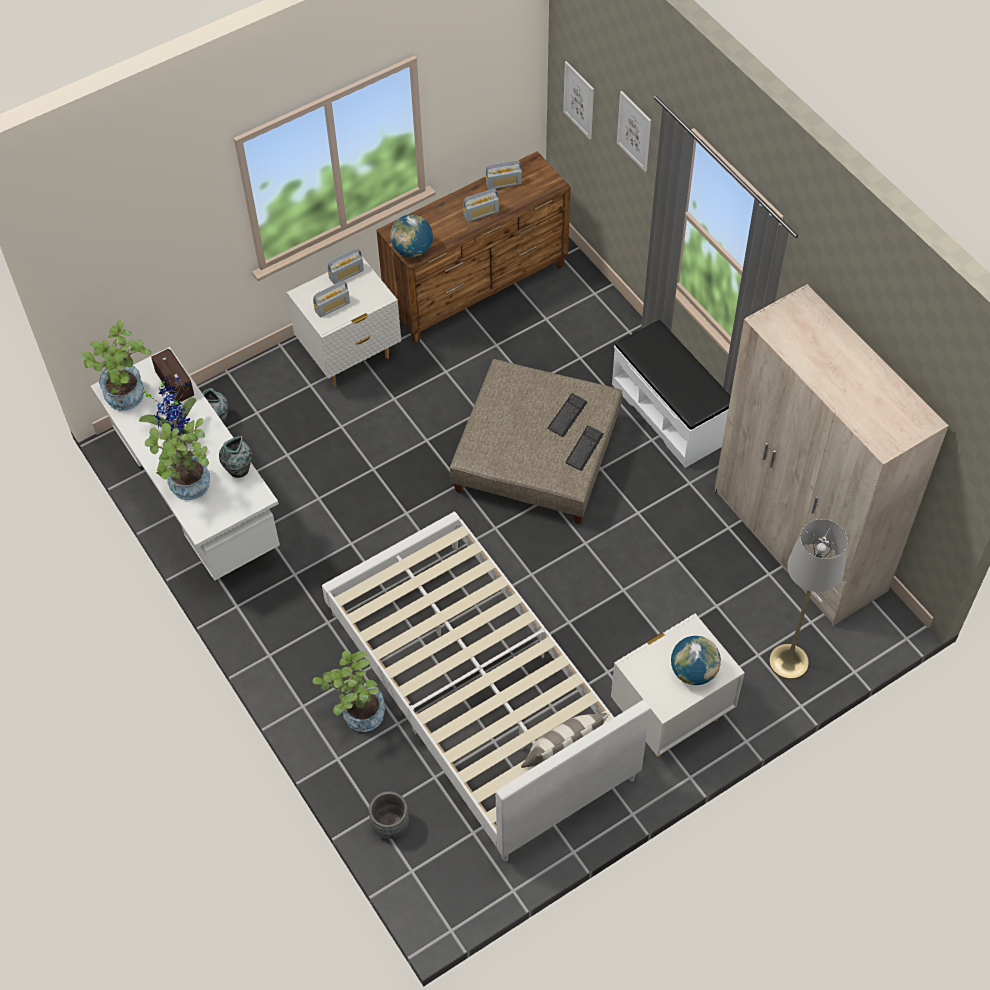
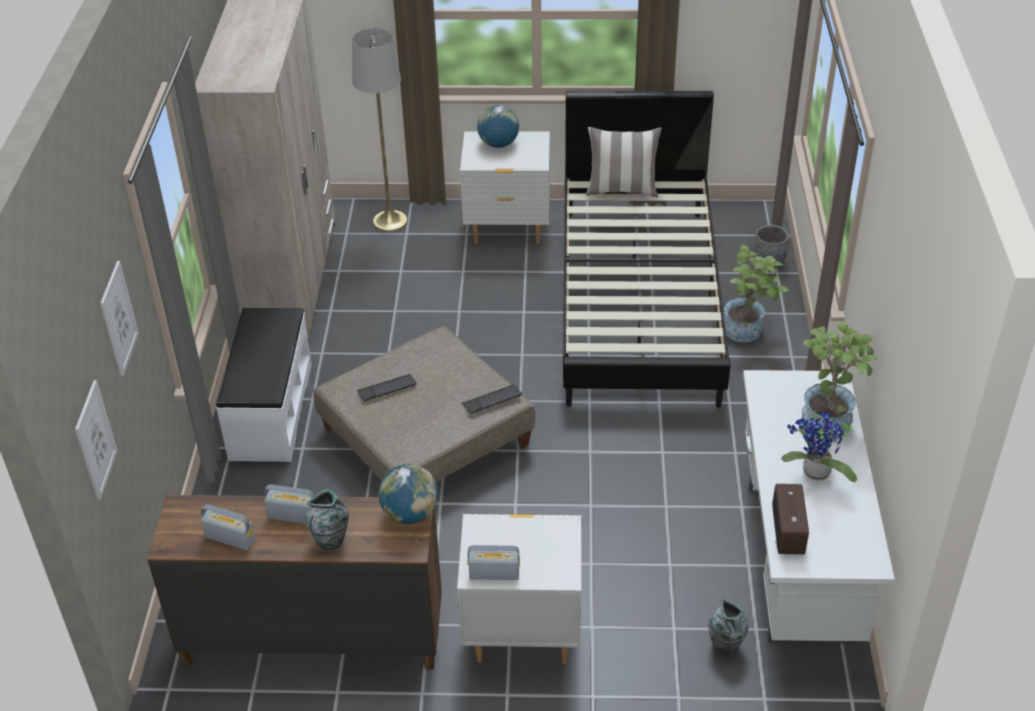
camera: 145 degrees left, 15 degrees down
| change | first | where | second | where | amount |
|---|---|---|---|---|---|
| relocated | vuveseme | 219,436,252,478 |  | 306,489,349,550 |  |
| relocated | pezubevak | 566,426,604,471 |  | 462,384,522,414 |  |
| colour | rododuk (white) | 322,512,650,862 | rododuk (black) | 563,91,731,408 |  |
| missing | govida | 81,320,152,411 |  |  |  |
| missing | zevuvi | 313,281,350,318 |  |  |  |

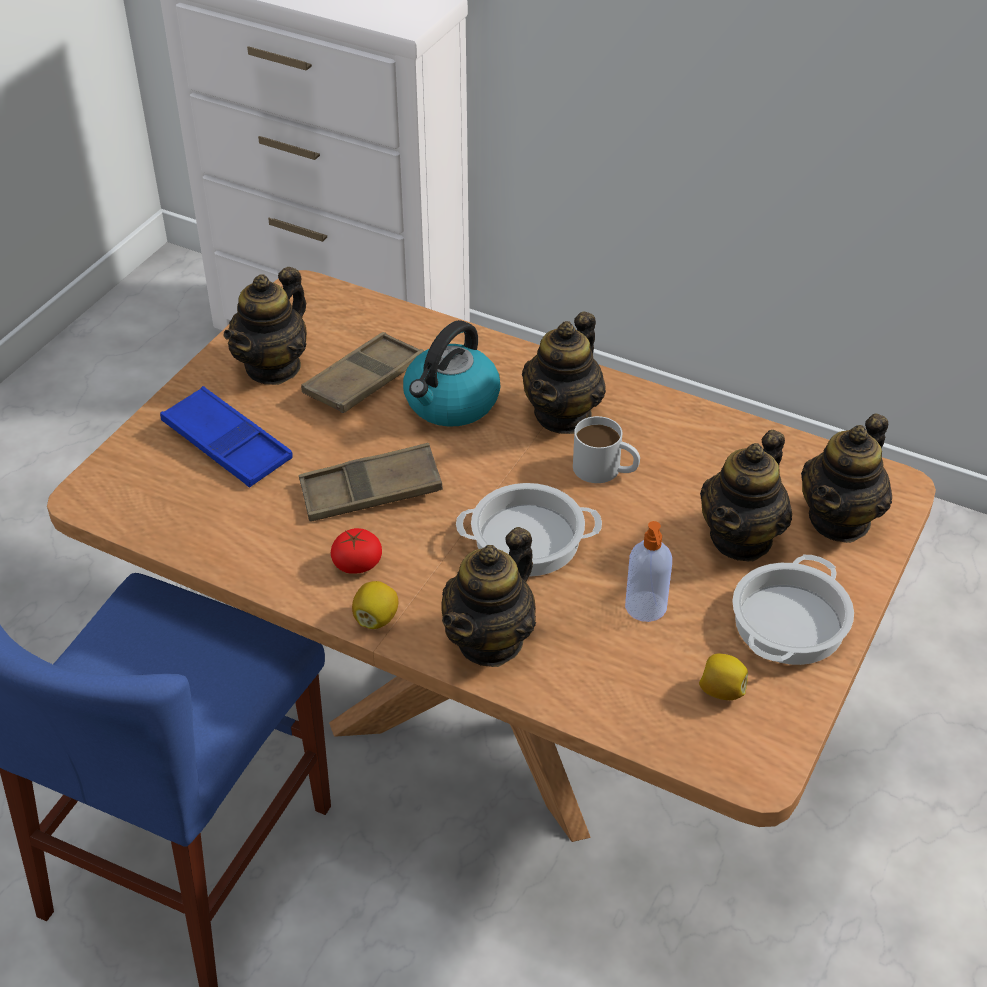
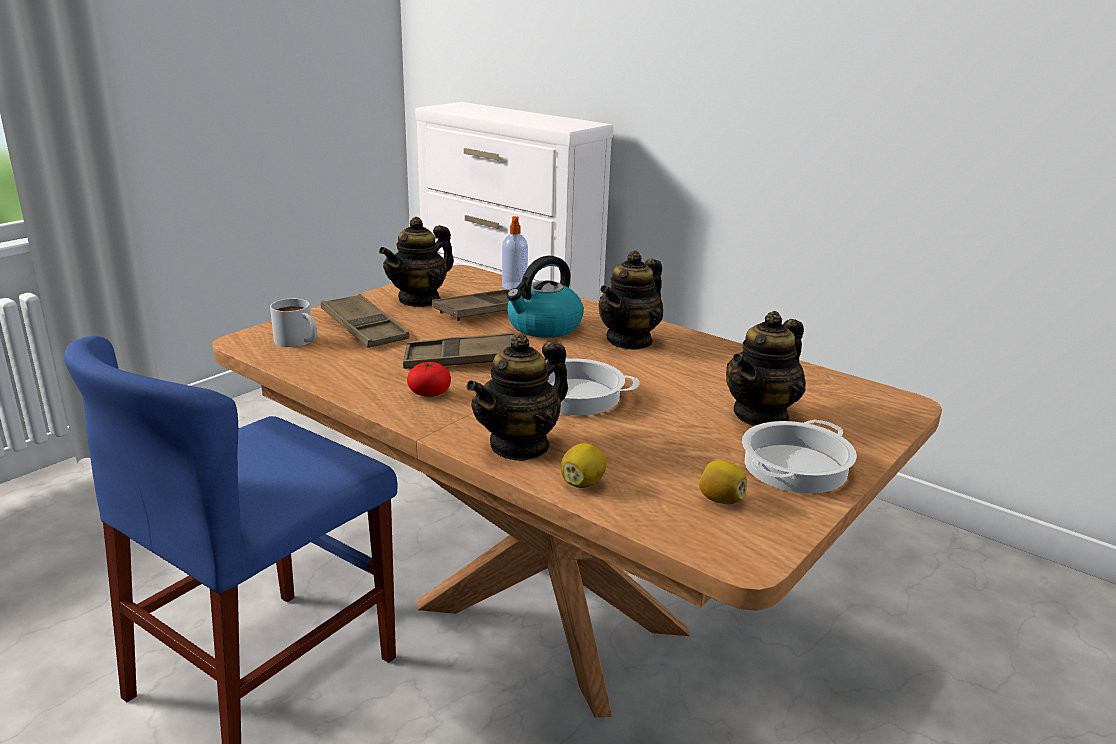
camera: 10 degrees right, 20 degrees down
| change | first | where | second | where | amount |
|---|---|---|---|---|---|
| relocated | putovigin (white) | 573,416,640,483 |  | 270,299,317,347 |  |
| colour | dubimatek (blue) | 160,386,293,488 | dubimatek (brown) | 321,294,409,348 |  |
| relocated | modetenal | 625,521,672,622 |  | 502,216,528,290 |  |
| relocated | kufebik | 352,581,398,629 |  | 561,443,606,488 |  |
| missing | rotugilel | 801,413,892,543 |  |  |  |

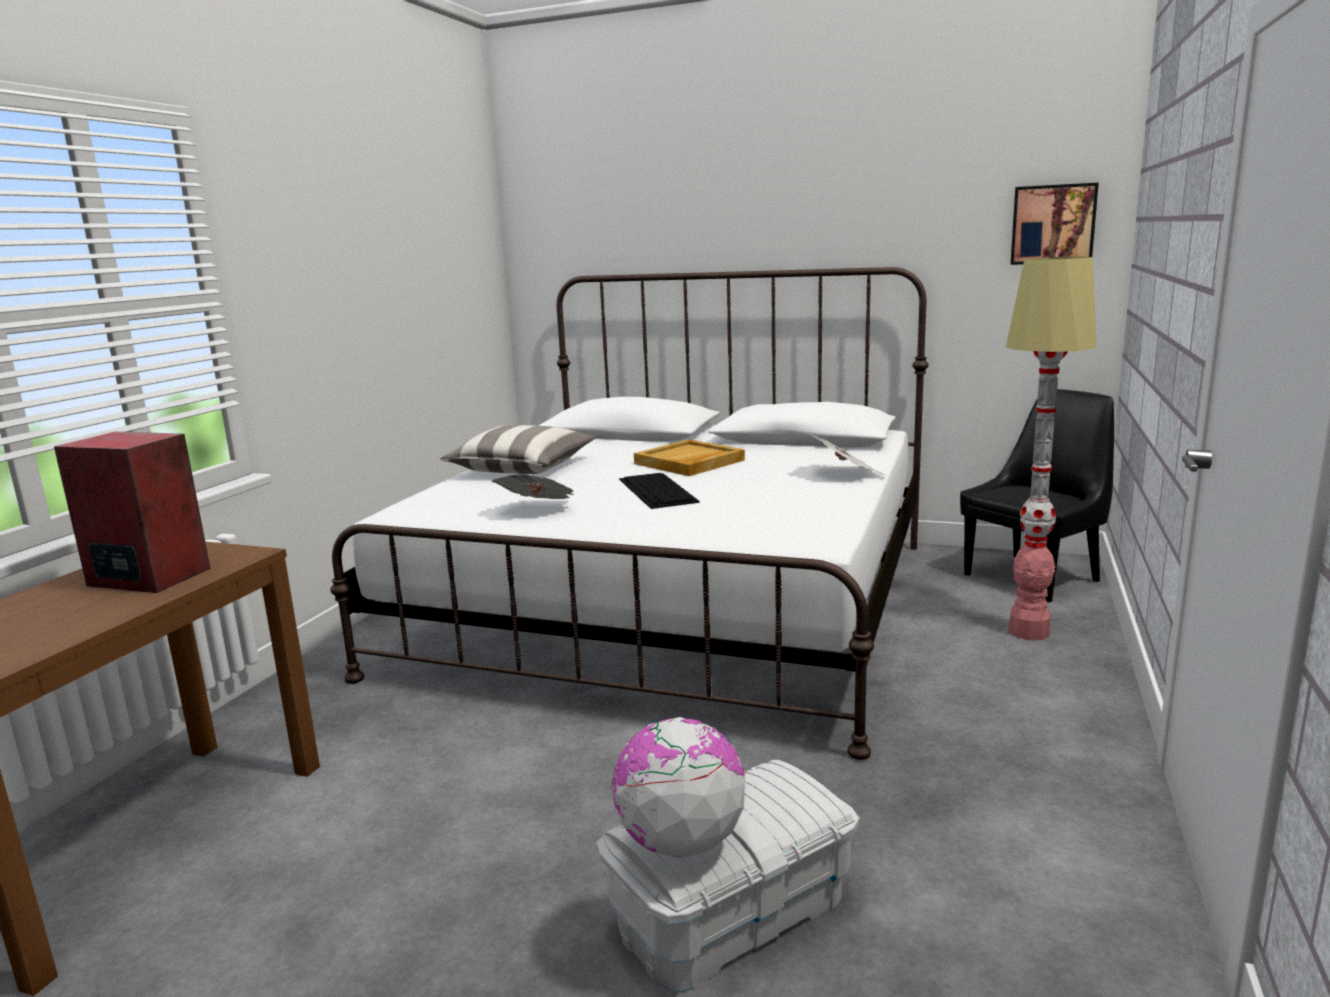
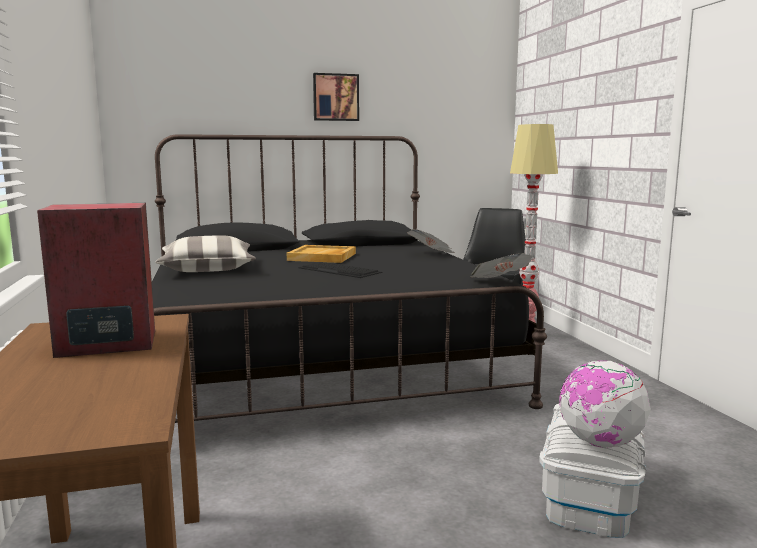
camera: 35 degrees left, 5 degrees down
| change | first | where | second | where | amount |
|---|---|---|---|---|---|
| colour | rododuk (white) | 330,267,929,760 | rododuk (black) | 152,134,547,423 |  |
| relocated | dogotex | 1011,183,1099,265 |  | 313,73,359,121 |  |
| relocated | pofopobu | 492,475,574,499 |  | 470,253,533,278 |  |

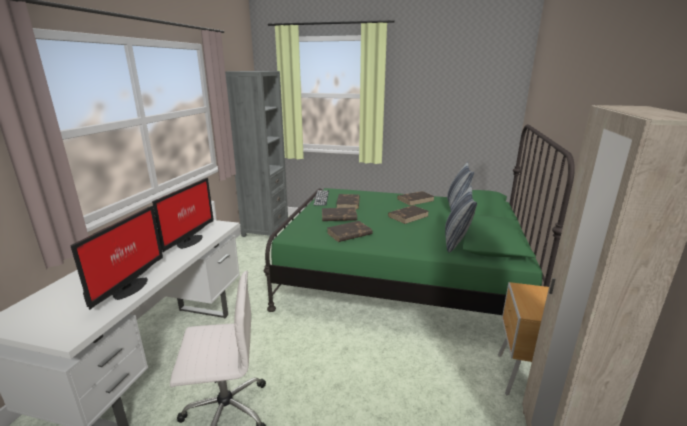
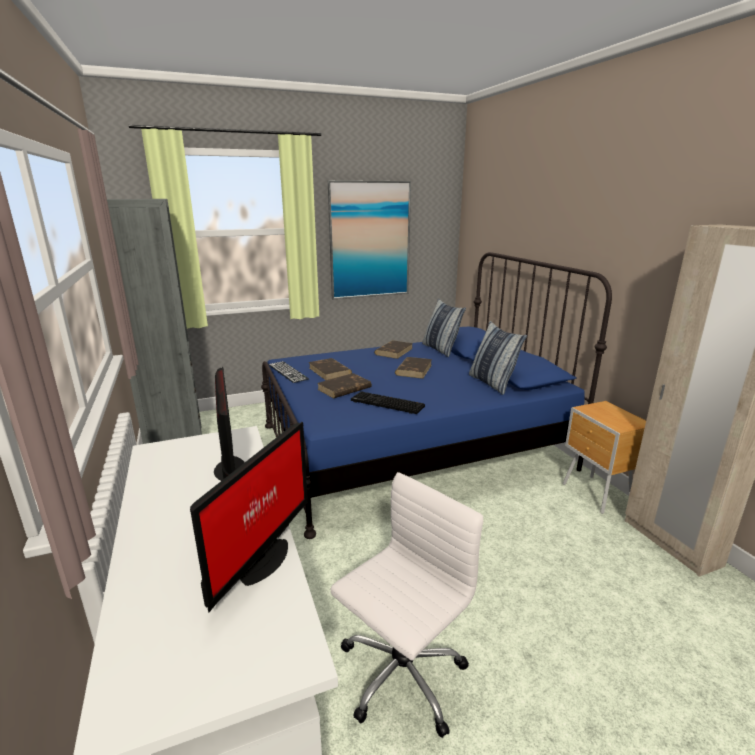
camera: 35 degrees left, 0 degrees up
| change | first | where | second | where | amount |
|---|---|---|---|---|---|
| spun | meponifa | 71,206,163,310 |  | 190,422,308,612 | 45 degrees clockwise |
| colour | rododuk (green) | 264,124,575,315 | rododuk (blue) | 261,252,612,539 |  |
| appeared |  |  | dogotex | 328,180,411,299 |  |
| exchanged | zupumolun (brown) | 327,221,373,242 | pezubevak | 351,391,425,414 |  |

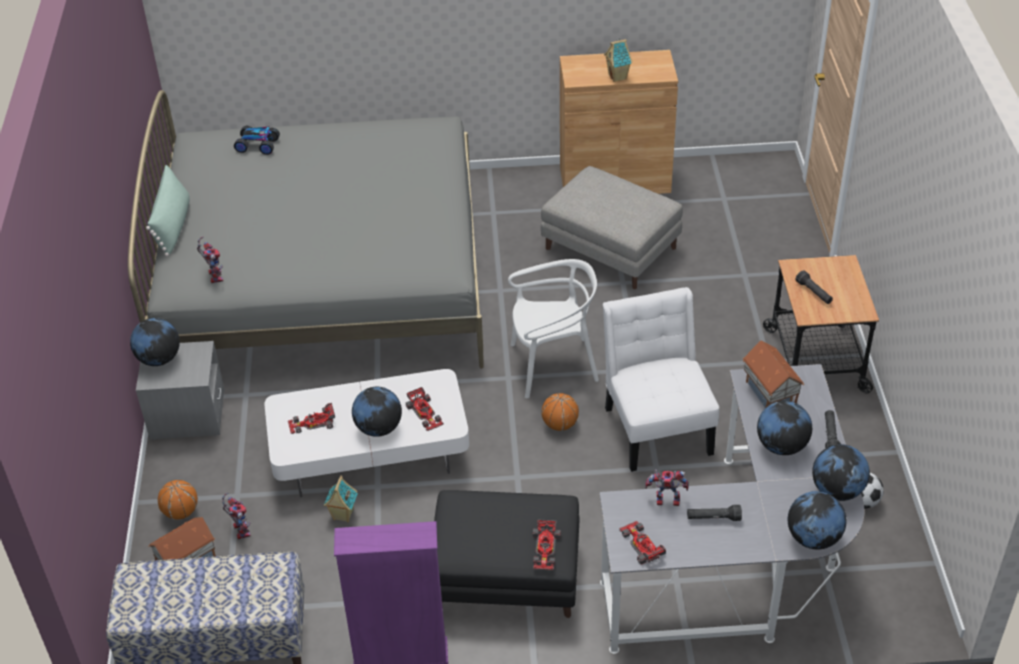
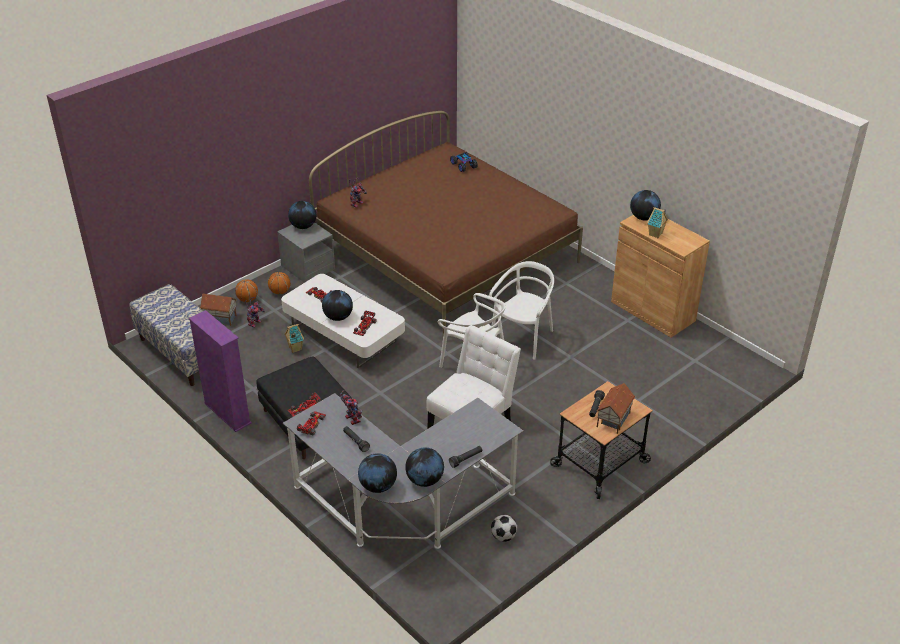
camera: 50 degrees right, 5 degrees down
| change | first | where | second | where | amount |
|---|---|---|---|---|---|
| relocated | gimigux | 542,393,579,431 |  | 268,272,291,295 |  |
| colour | rododuk (grey) | 128,90,484,369 | rododuk (brown) | 309,111,583,335 |  |
| appeared |  |  | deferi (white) | 489,261,554,360 |  |
| relocated | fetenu | 743,340,804,408 |  | 596,383,635,434 |  |
| relocated | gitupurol | 757,401,812,455 |  | 630,190,661,220 |  |
| missing | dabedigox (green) | 146,165,190,256 |  |  |  |
| missing | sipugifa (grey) | 541,166,683,289 |  |  |  |

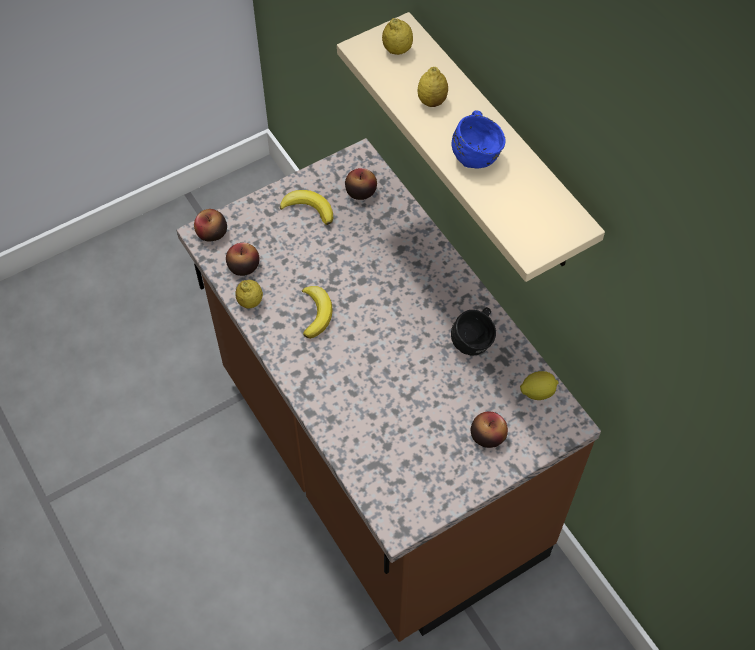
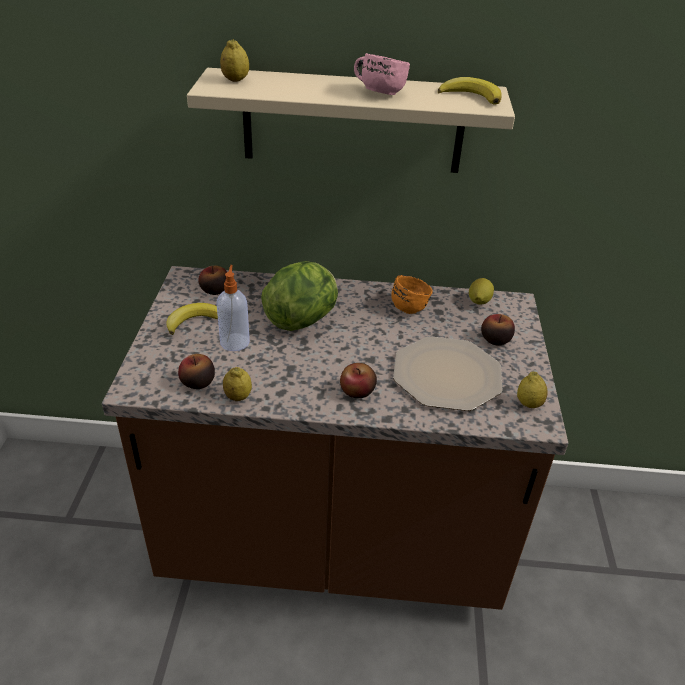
camera: 55 degrees left, 20 degrees down
| change | first | where | second | where | amount |
|---|---|---|---|---|---|
| appeared |  |  | modetenal | 216,265,250,351 |  |
| appeared |  |  | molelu | 261,261,338,331 |  |
| relocated | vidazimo | 194,209,227,242 |  | 340,363,377,398 |  |
| colour | putovigin (blue) | 452,110,506,169 | putovigin (pink) | 354,53,410,95 |  |
| colour | putovigin (black) | 451,307,496,356 | putovigin (orange) | 391,275,433,314 |  |
| appeared |  |  | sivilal | 393,336,503,411 |  |
| relocated | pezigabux | 302,286,332,339 |  | 438,77,502,105 |  |
| relocated | kufebik | 418,67,448,107 |  | 517,372,548,408 |  |

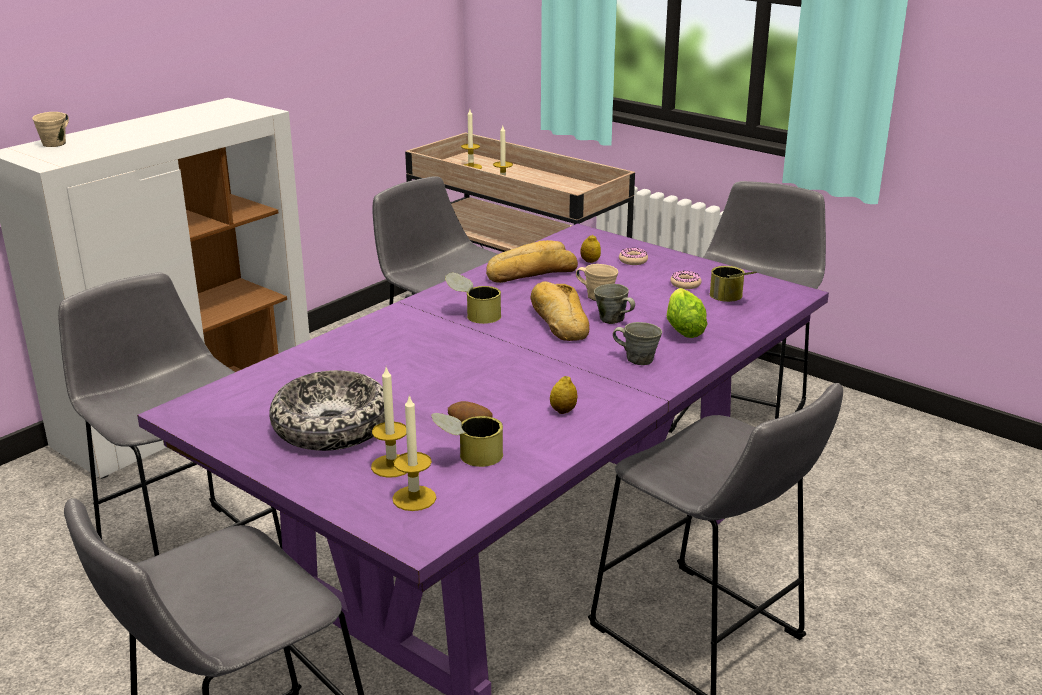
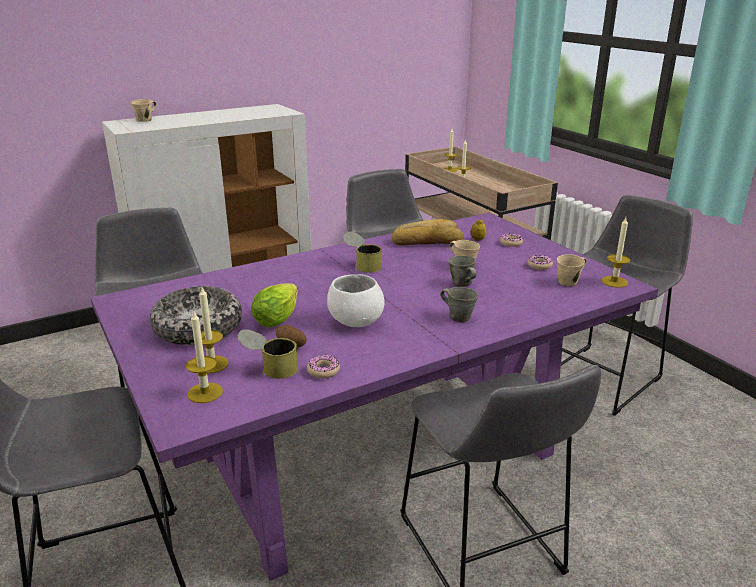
camera: 20 degrees right, 0 degrees up
| change | first | where | second | where | amount |
|---|---|---|---|---|---|
| relocated | molelu | 667,288,708,338 |  | 251,283,298,328 |  |
| appeared |  |  | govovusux | 307,355,340,379 |  |
| appeared |  |  | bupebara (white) | 327,274,385,327 |  |
| exchanged | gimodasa | 709,266,757,302 | putovigin (beige) | 557,254,587,286 |  |
| appeared |  |  | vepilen | 601,218,630,288 |  |
| missing | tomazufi | 531,281,589,341 |  |  |  |
| missing | kufebik | 550,376,578,414 |  |  |  |

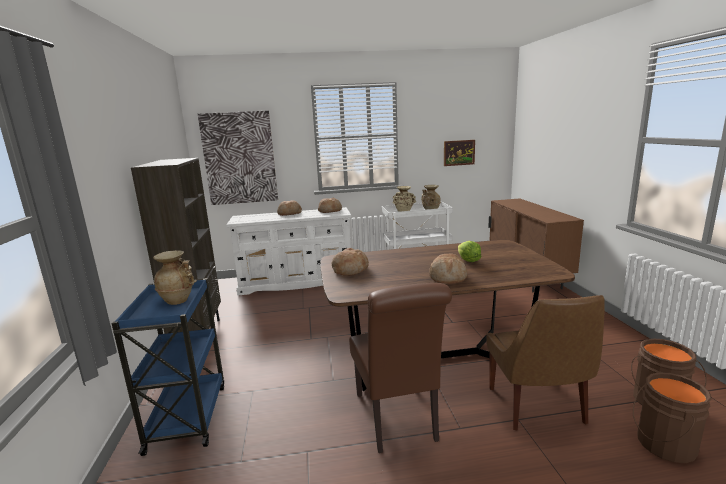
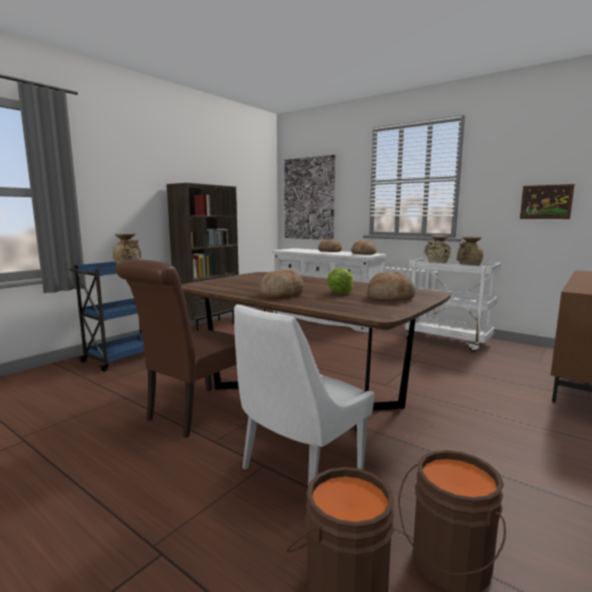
camera: 45 degrees right, 5 degrees down
| change | first | where | second | where | amount |
|---|---|---|---|---|---|
| colour | deferi (brown) | 486,295,605,430 | deferi (white) | 234,304,375,485 |  |
| relocated | tomazufi | 332,248,369,276 |  | 367,272,415,301 |  |

